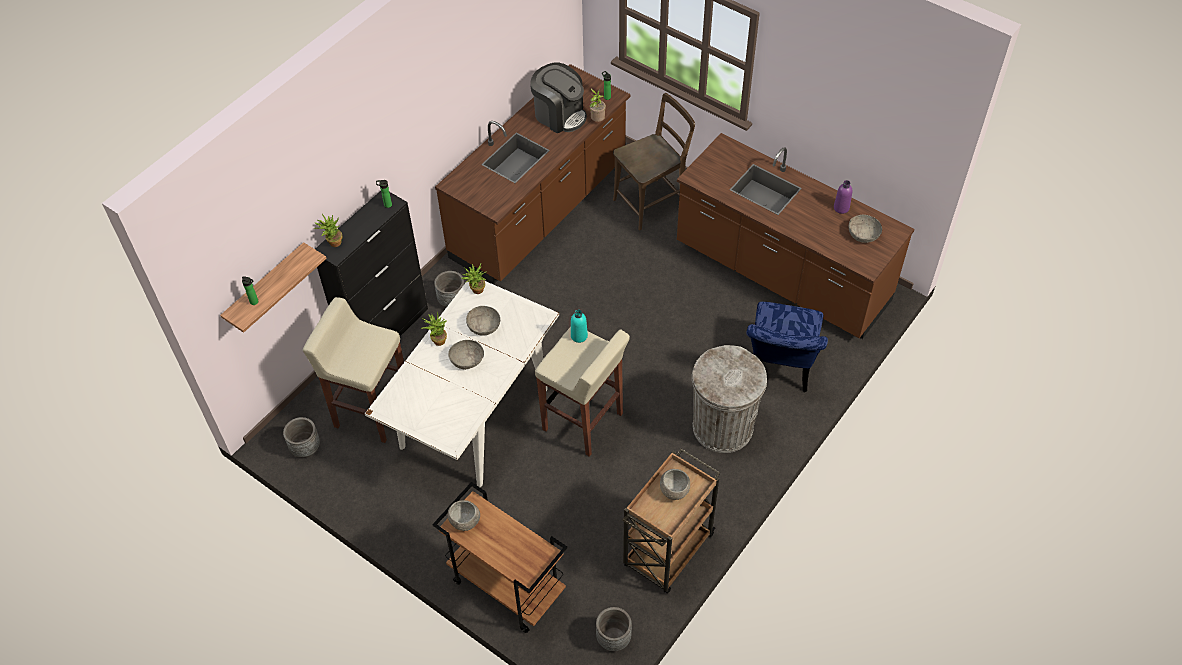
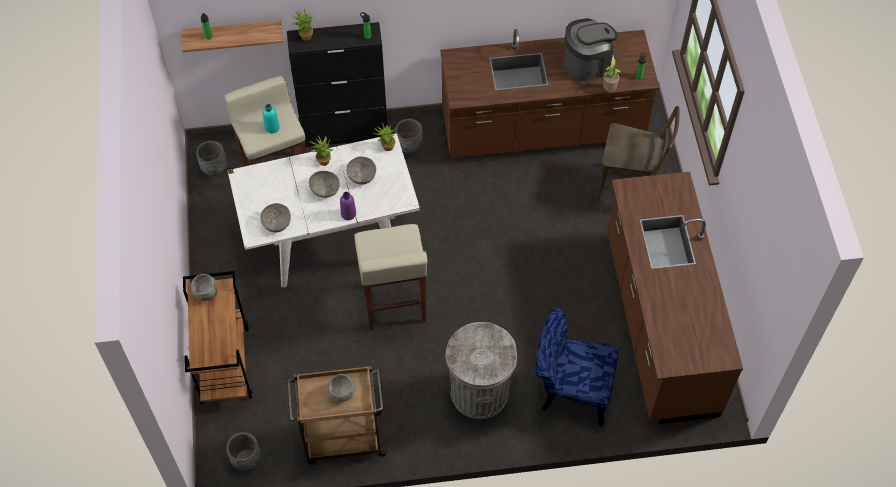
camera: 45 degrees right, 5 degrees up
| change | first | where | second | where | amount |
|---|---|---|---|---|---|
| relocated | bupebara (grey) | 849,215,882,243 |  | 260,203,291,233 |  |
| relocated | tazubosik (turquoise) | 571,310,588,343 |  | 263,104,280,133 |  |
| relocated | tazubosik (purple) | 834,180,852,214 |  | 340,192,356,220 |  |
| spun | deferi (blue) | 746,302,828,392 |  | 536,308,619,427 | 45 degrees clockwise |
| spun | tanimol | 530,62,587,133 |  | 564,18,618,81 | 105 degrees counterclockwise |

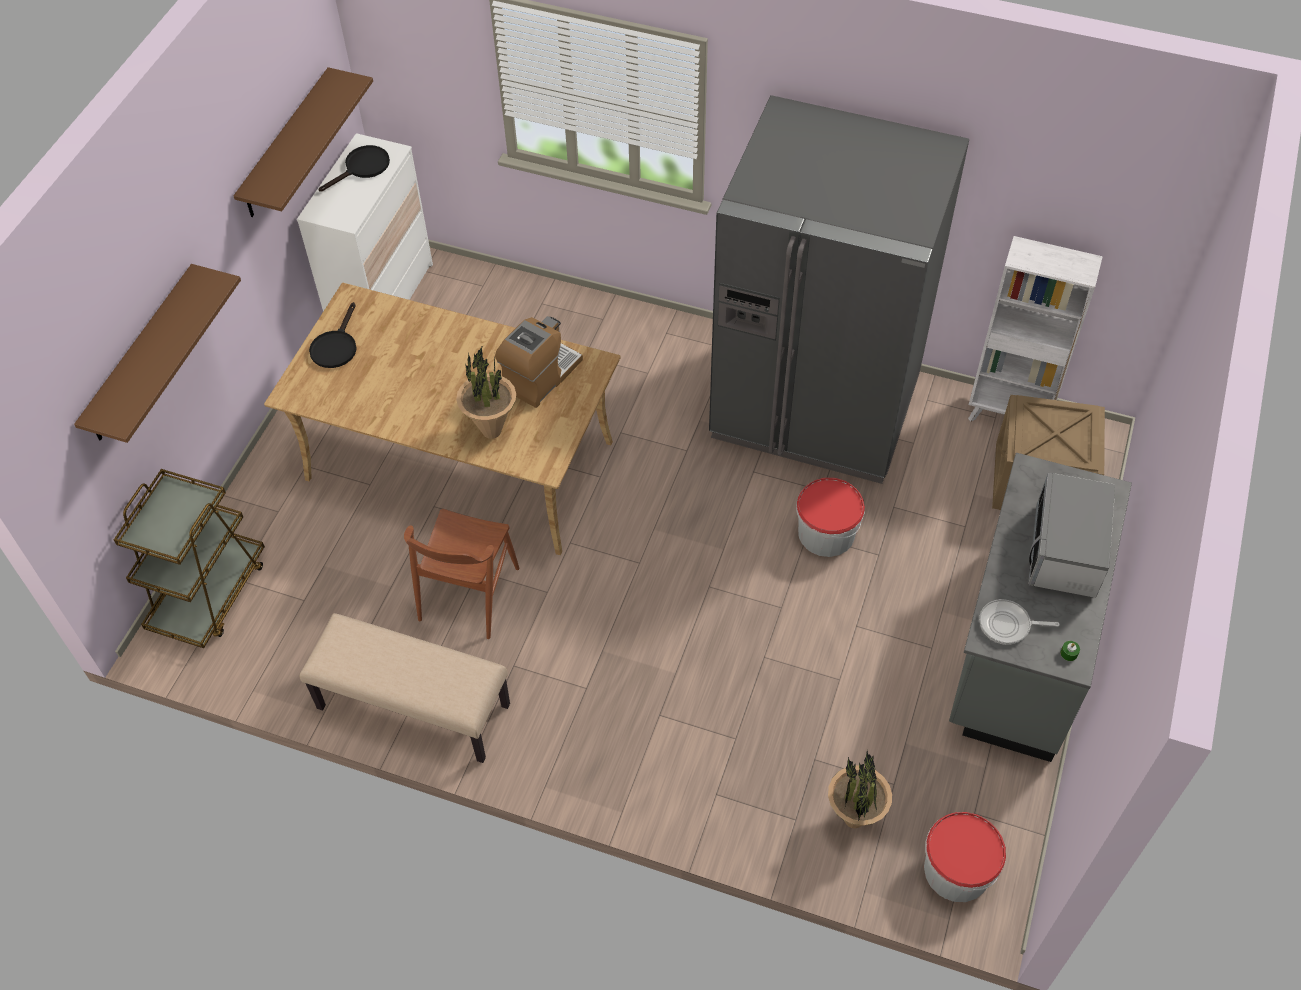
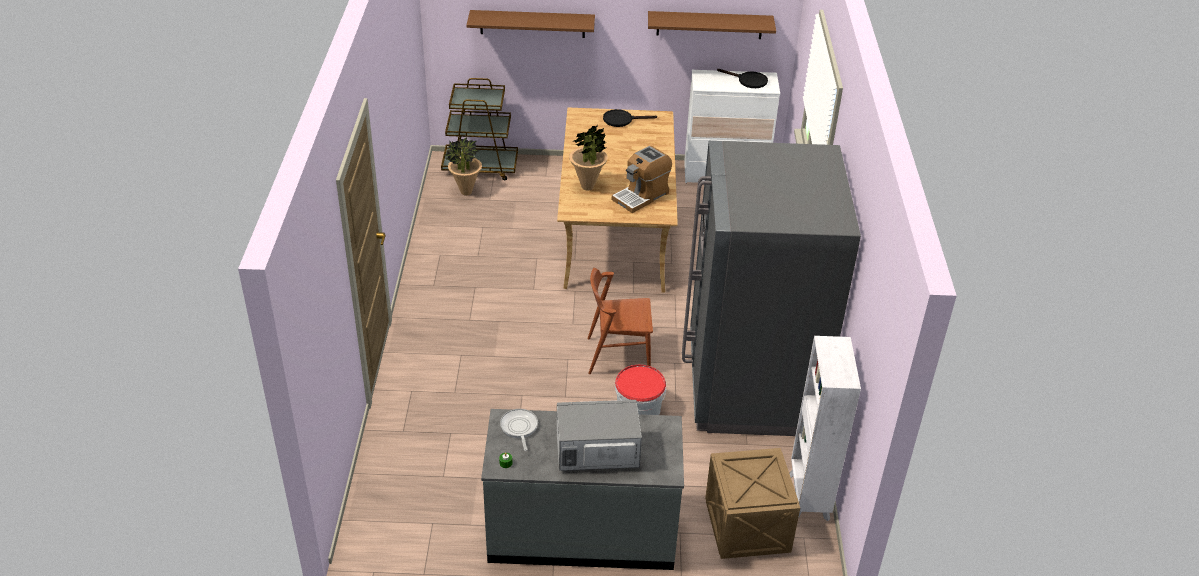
camera: 70 degrees right, 15 degrees down
| change | first | where | second | where | amount |
|---|---|---|---|---|---|
| relocated | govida | 828,751,892,828 |  | 445,137,482,196 |  |
| relocated | deferi (brown) | 404,509,519,639 |  | 588,268,653,374 |  |
| spun | tanimol | 495,316,583,408 |  | 612,146,672,213 | 120 degrees clockwise |
| missing | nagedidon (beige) | 300,613,510,763 |  |  |  |
| missing | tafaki | 924,812,1006,902 |  |  |  |

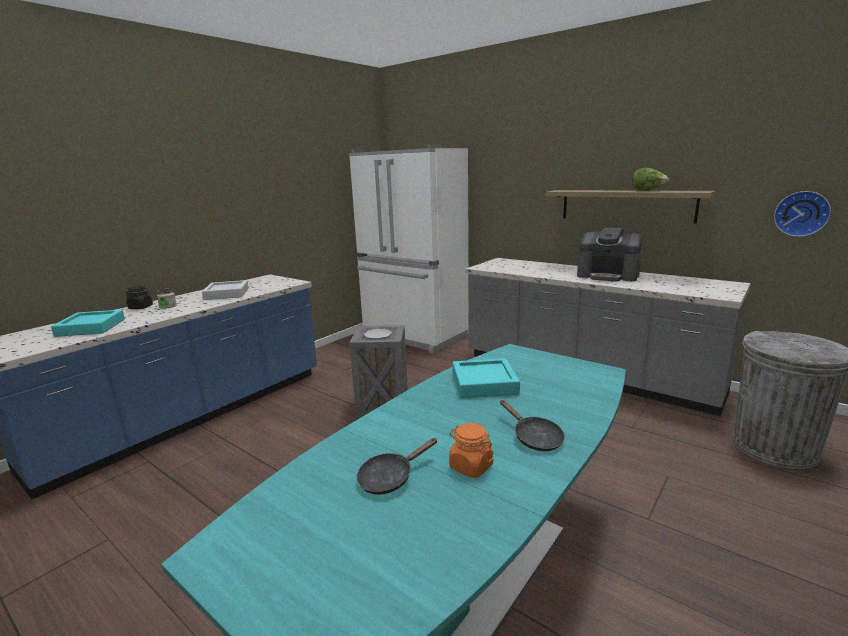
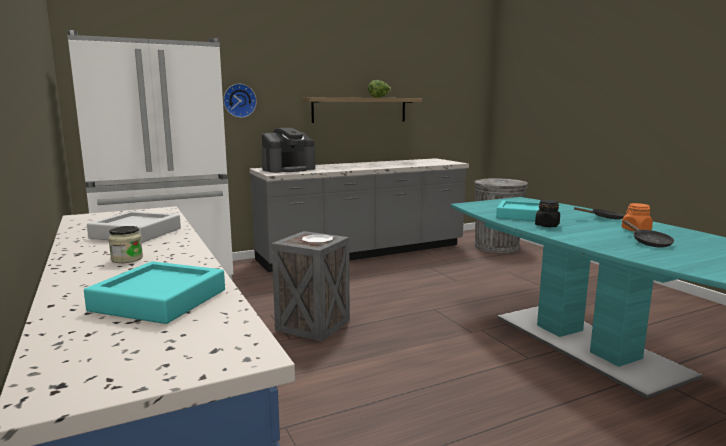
camera: 65 degrees left, 5 degrees down
| change | first | where | second | where | amount |
|---|---|---|---|---|---|
| relocated | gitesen | 774,191,831,237 |  | 223,84,257,118 |  |
| relocated | tanimol | 577,227,642,281 |  | 261,128,315,173 |  |
| relocated | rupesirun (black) | 126,286,153,309 |  | 535,200,560,227 |  |

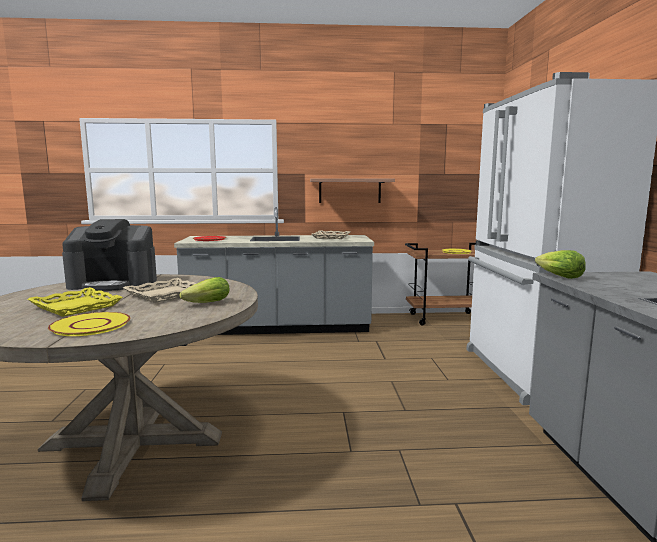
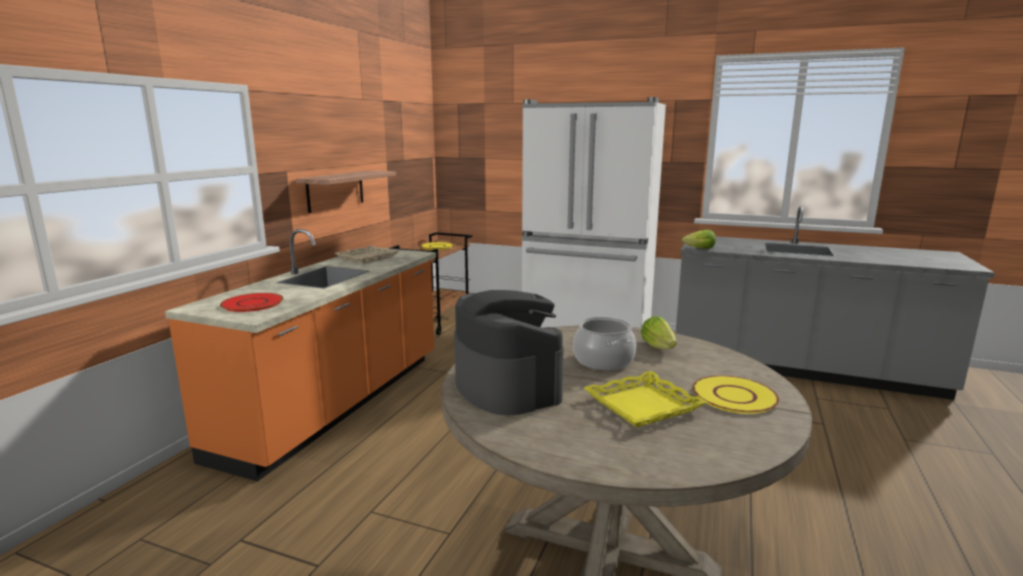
camera: 65 degrees left, 5 degrees up
| change | first | where | second | where | amount |
|---|---|---|---|---|---|
| colour | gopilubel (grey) | 174,207,374,335 | gopilubel (orange) | 165,229,436,482 |  |
| spun | tanimol | 62,219,157,291 |  | 454,290,564,415 | 45 degrees counterclockwise |
| exchanged | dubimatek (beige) | 123,278,196,303 | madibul | 573,317,636,370 |  |

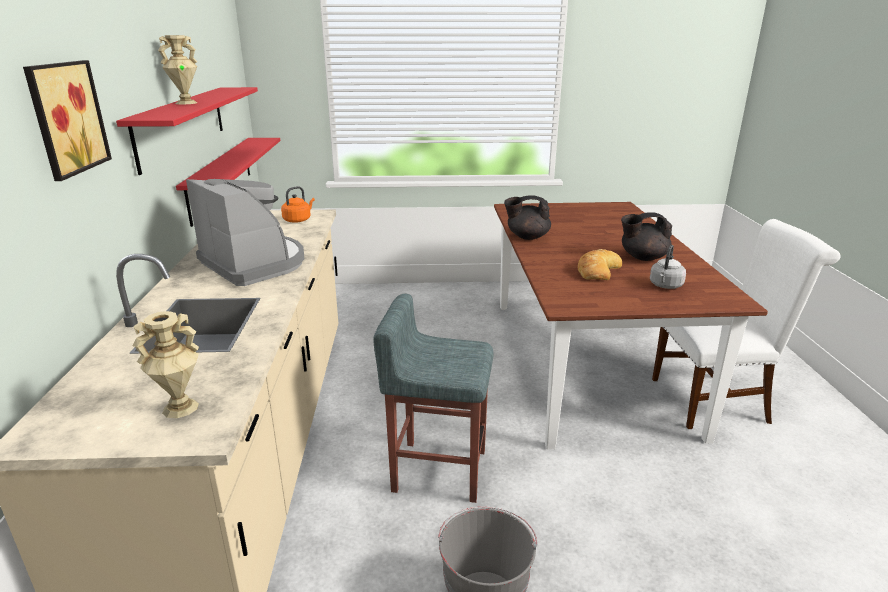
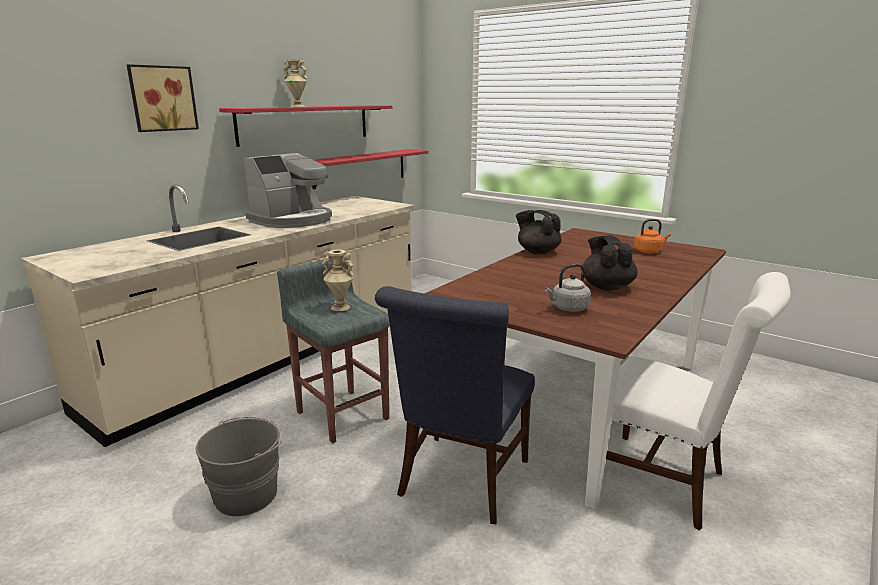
camera: 40 degrees right, 5 degrees down
| change | first | where | second | where | amount |
|---|---|---|---|---|---|
| spun | tanimol | 186,179,304,286 |  | 244,153,332,228 | 45 degrees clockwise |
| relocated | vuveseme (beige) | 132,311,199,418 |  | 322,250,354,311 |  |
| appeared |  |  | deferi (blue) | 375,286,535,524 |  |
| spun | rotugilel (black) | 621,212,672,261 |  | 581,235,638,290 | 45 degrees clockwise |
| relocated | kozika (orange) | 281,186,315,223 |  | 634,219,671,253 |  |
| missing | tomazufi | 578,249,622,280 |  |  |  |

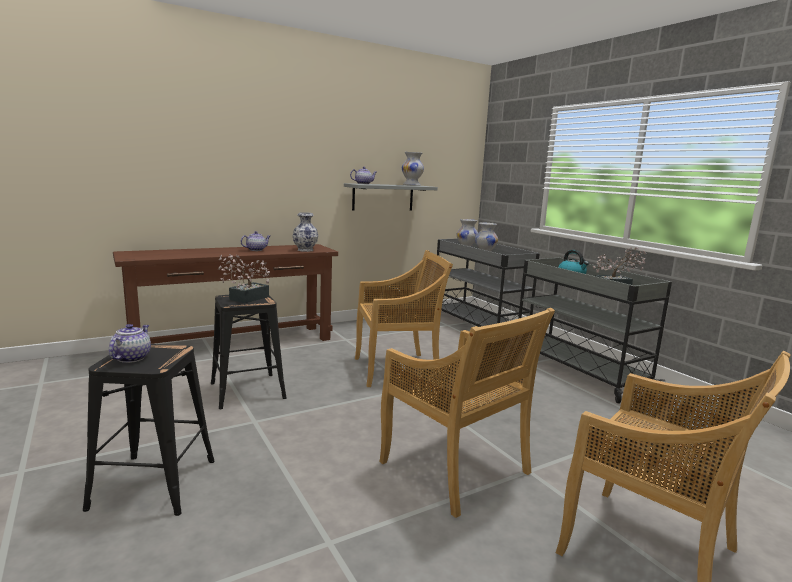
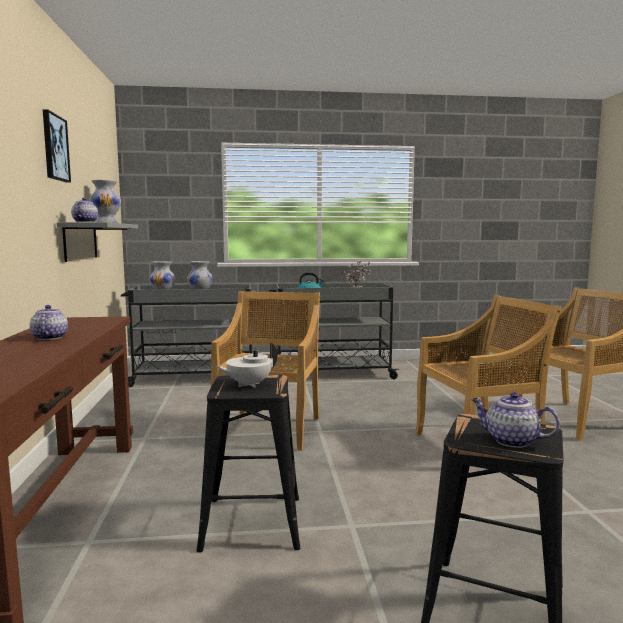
camera: 65 degrees left, 5 degrees down
| change | first | where | second | where | amount |
|---|---|---|---|---|---|
| appeared |  |  | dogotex | 43,109,71,183 |  |
| exchanged | govida | 218,255,270,303 | rotugilel (white) | 216,342,278,387 |  |
| missing | vuveseme | 293,212,318,252 |  |  |  |

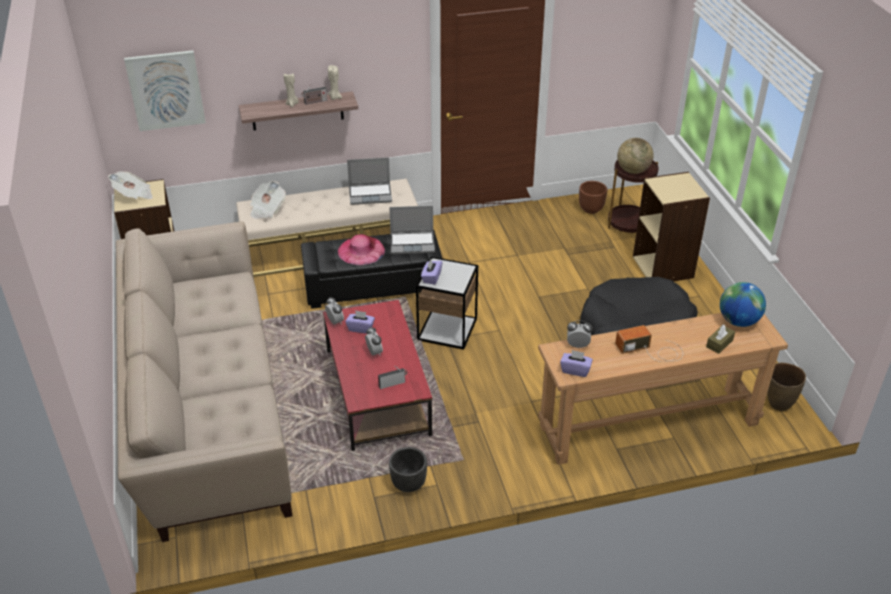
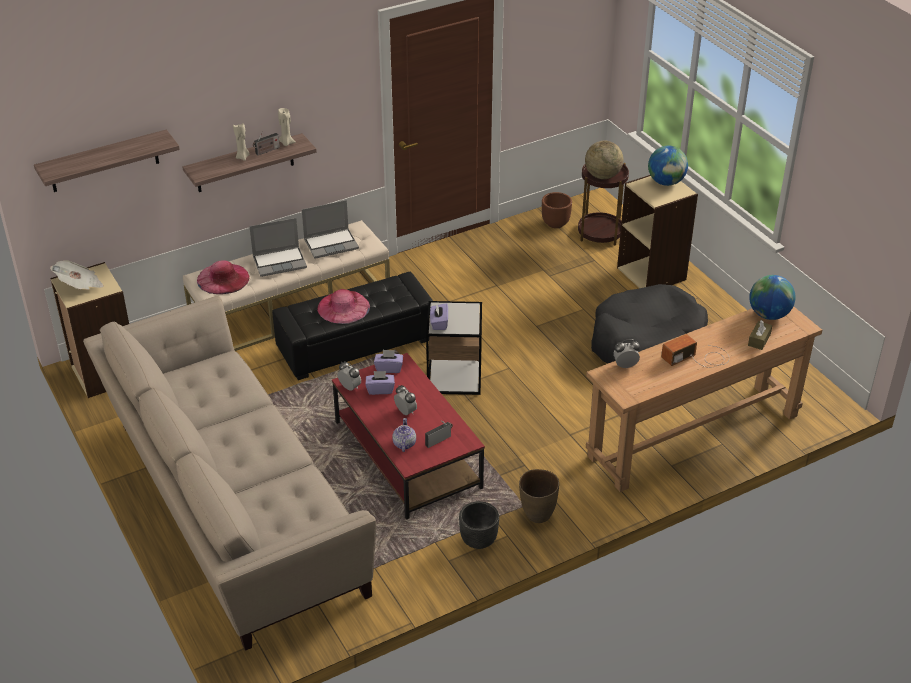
camera: 15 degrees left, 0 degrees up
| change | first | where | second | where | amount |
|---|---|---|---|---|---|
| exchanged | dogotex | 124,50,206,131 | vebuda | 34,129,180,192 |  |
| exchanged | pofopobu | 250,181,286,219 | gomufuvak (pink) | 197,260,249,294 |  |
| relocated | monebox | 389,206,435,254 |  | 249,218,307,277 |  |
| relocated | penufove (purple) | 560,350,593,377 |  | 374,350,403,373 |  |
| appeared |  |  | rotugilel | 392,418,416,452 |  |
| relocated | vuveseme (brown) | 767,362,806,411 |  | 519,469,559,523 |  |
| appeared |  |  | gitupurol | 648,146,688,186 |  |

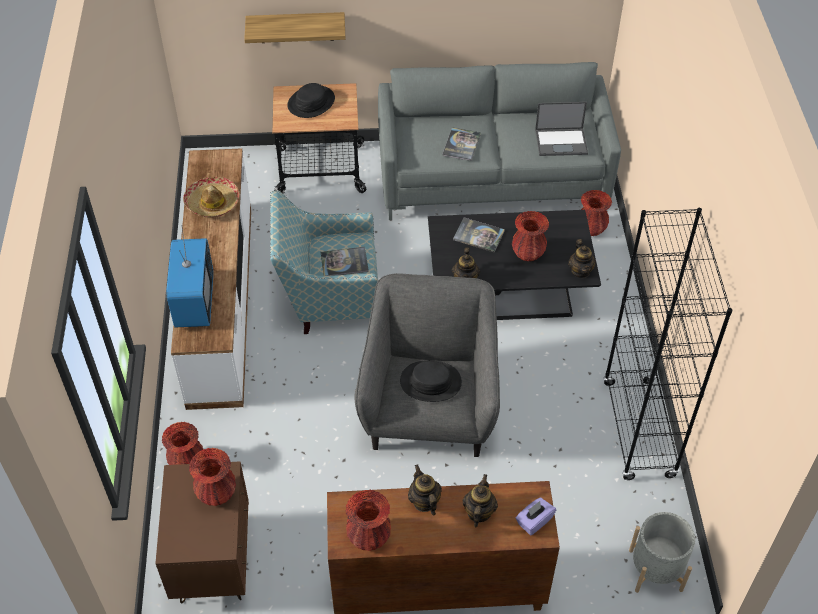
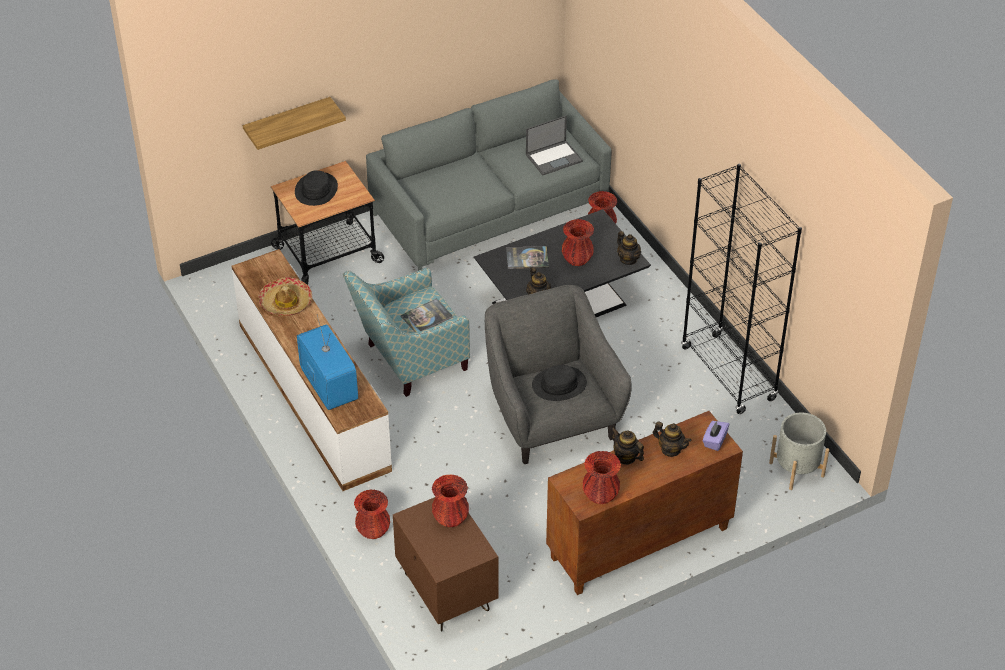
camera: 25 degrees left, 5 degrees down
| change | first | where | second | where | amount |
|---|---|---|---|---|---|
| spun | rotugilel | 463,474,498,527 |  | 653,422,691,457 | 135 degrees clockwise |
| missing | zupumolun | 442,127,481,161 |  |  |  |

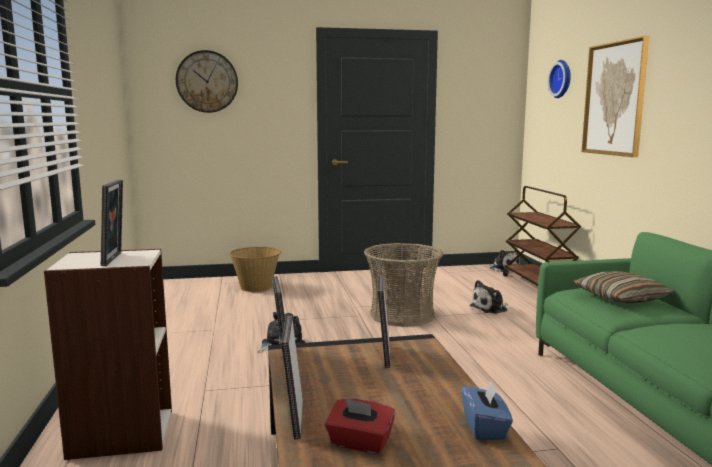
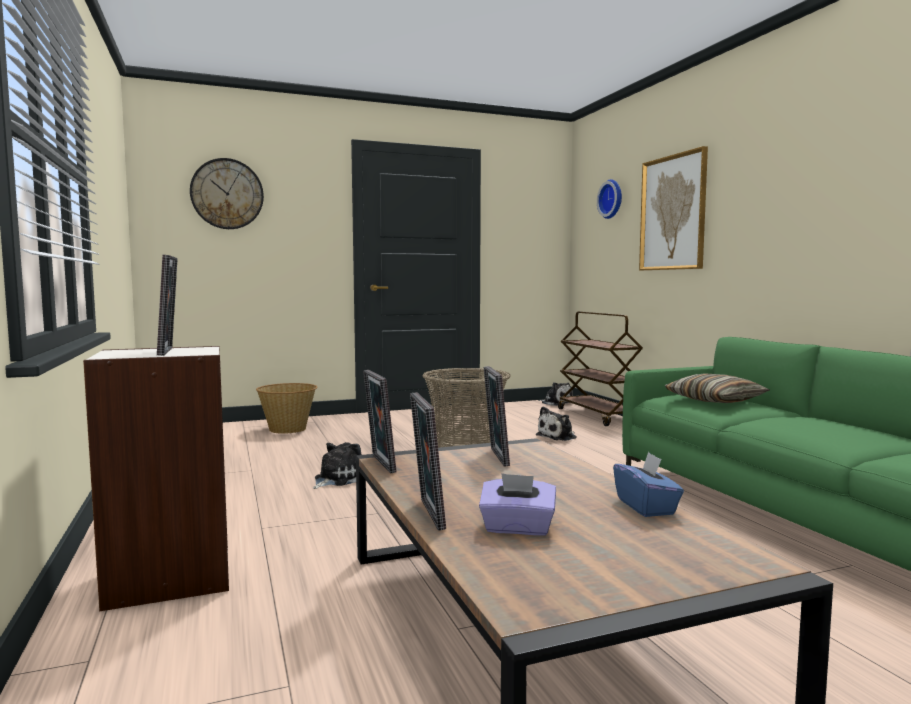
camera: 10 degrees left, 5 degrees down
| change | first | where | second | where | amount |
|---|---|---|---|---|---|
| colour | penufove (red) | 325,398,396,454 | penufove (purple) | 479,473,556,536 |  |

